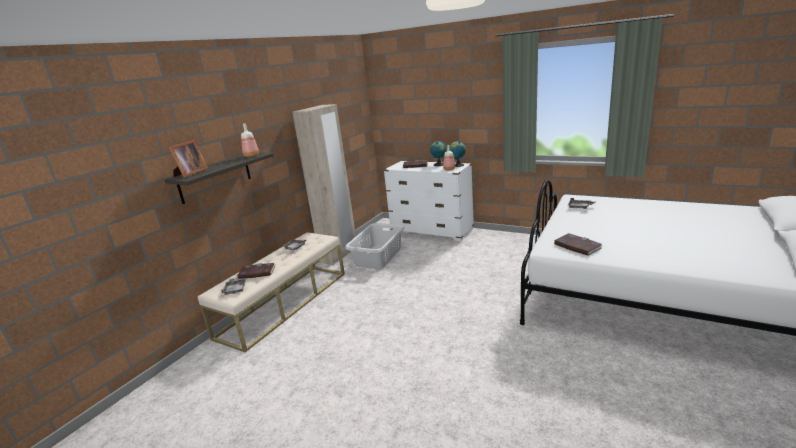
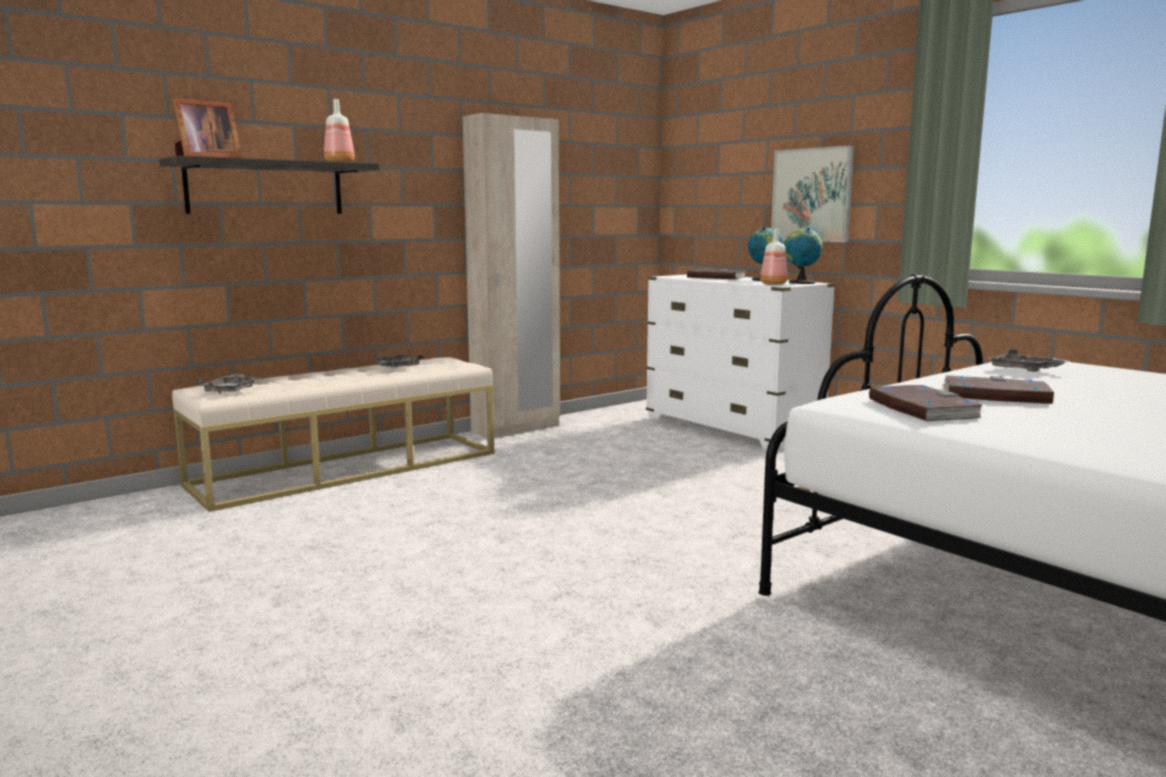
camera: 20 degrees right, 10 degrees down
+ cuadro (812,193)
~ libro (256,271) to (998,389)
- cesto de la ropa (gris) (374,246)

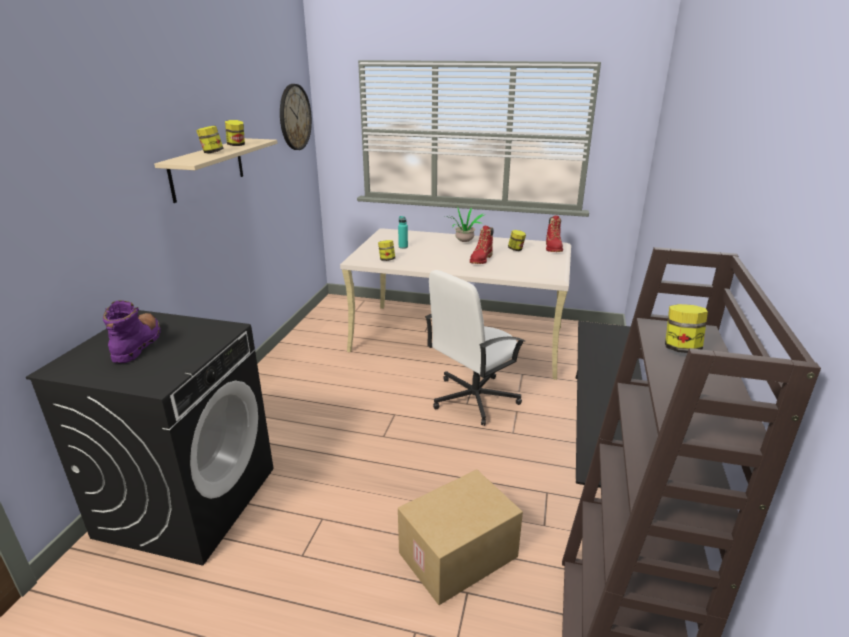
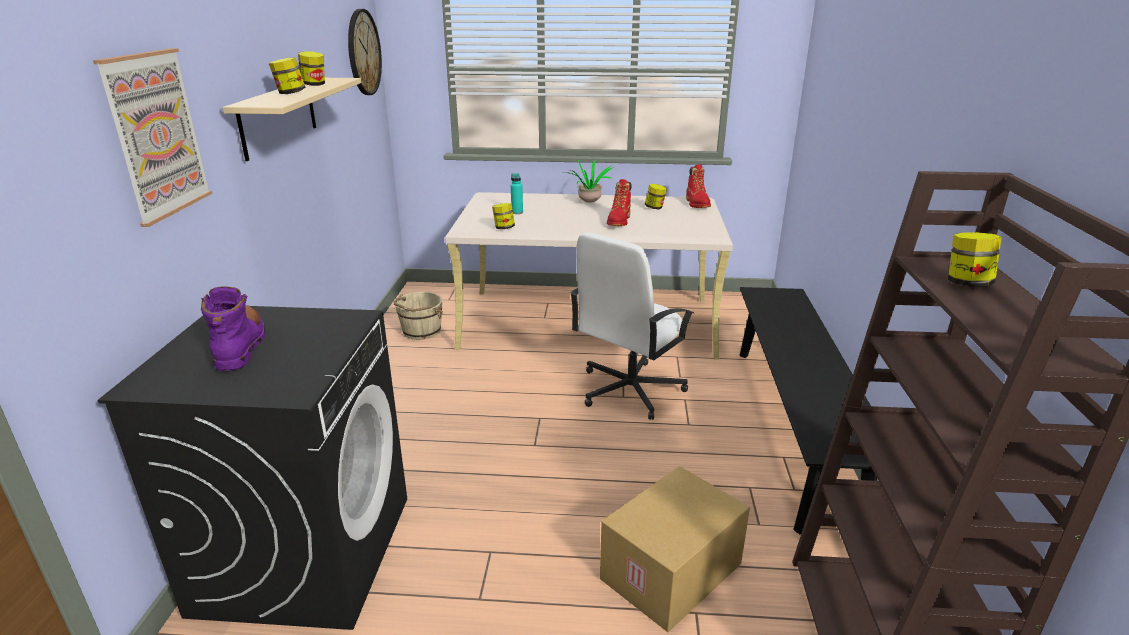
camera: 10 degrees left, 0 degrees up
+ cuadro (152,137)
+ cubo (beis) (418,316)

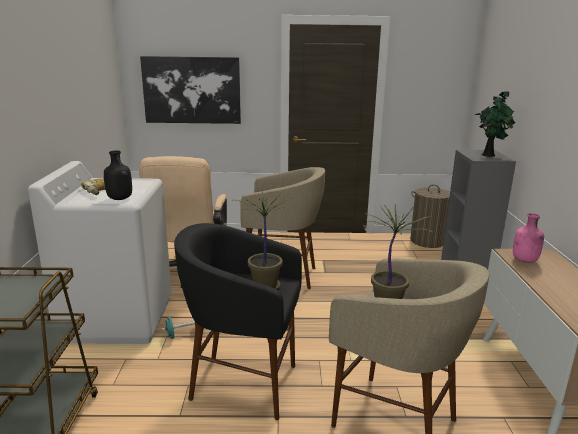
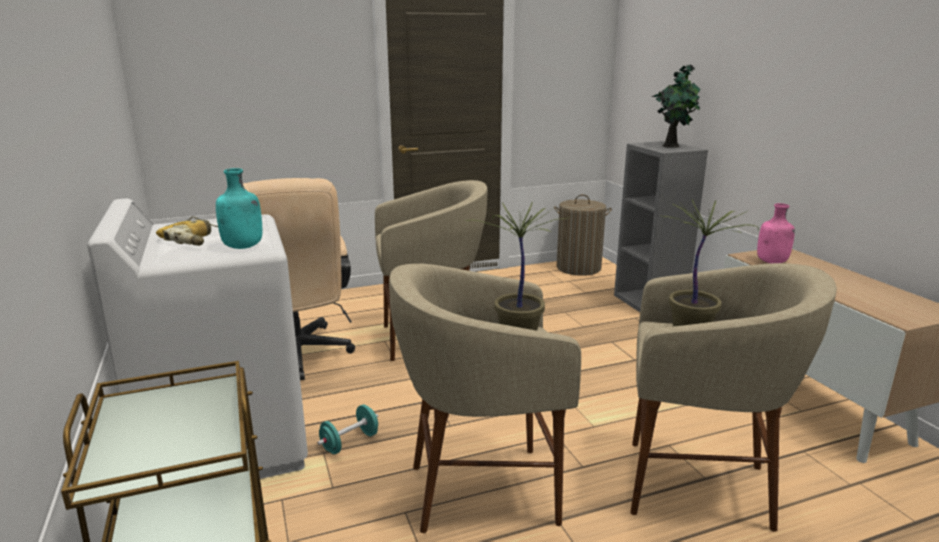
camera: 20 degrees left, 0 degrees up
~ botella (negro) (118,175) to botella (turquesa) (239,208)
~ taburete (negro) (238,321) to taburete (beis) (485,398)
- cuadro (190,90)

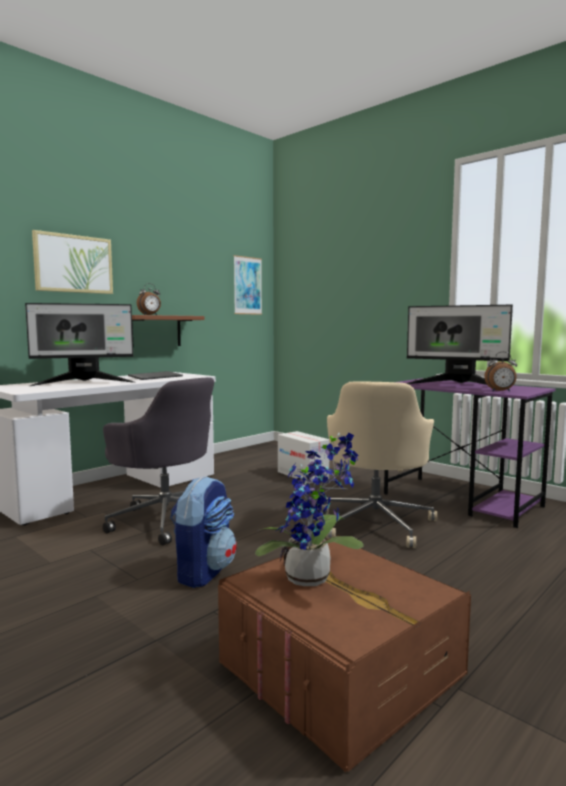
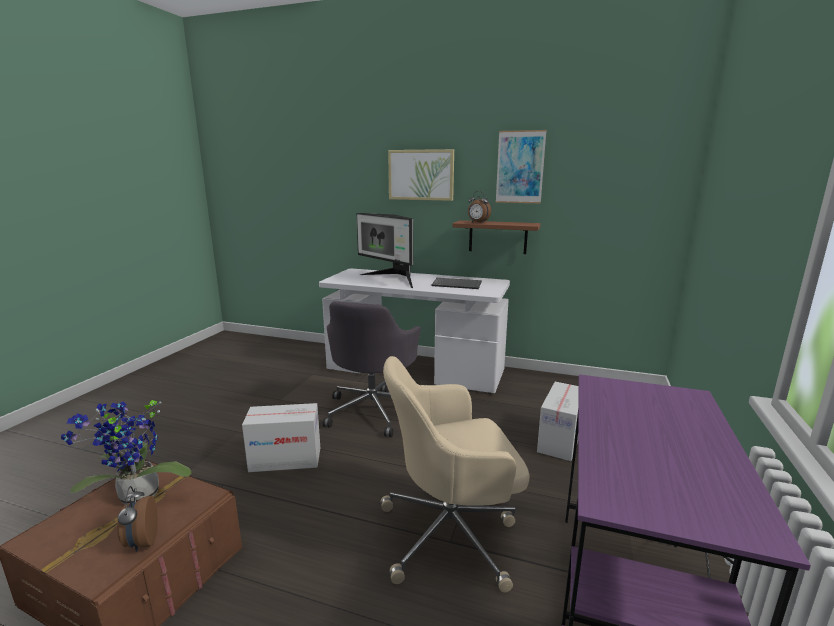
camera: 65 degrees right, 10 degrees up
~ despertador (500,372) to (137,519)
~ mochila (203,532) to caja de cartón (281,437)
~ cuadro (248,285) to (521,166)
- monitor (460,345)

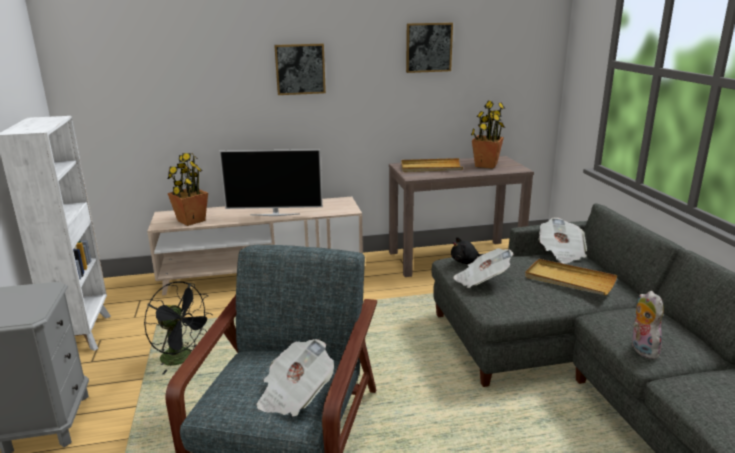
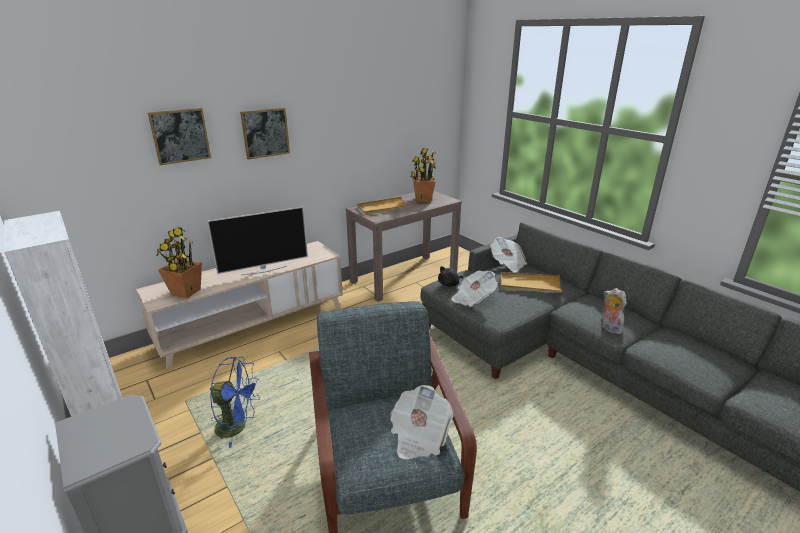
camera: 25 degrees left, 5 degrees up
~ cuadro (429,48) to (179,136)
~ ventilador (negro) (178,327) to ventilador (azul) (235,402)

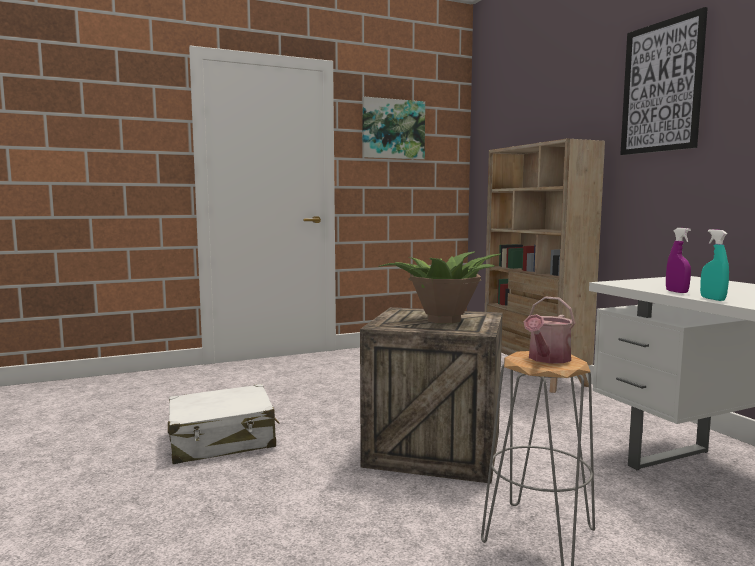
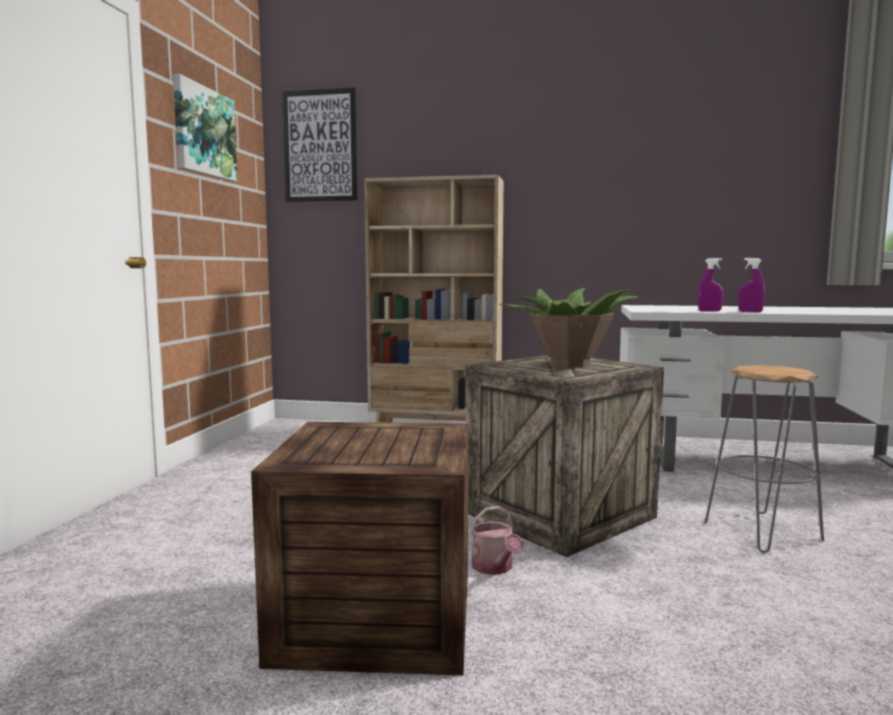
camera: 55 degrees left, 0 degrees up
~ maleta (blanco) (223,424) to caja de embalaje (359,548)
~ cuadro (664,81) to (319,145)
~ regadera (549,329) to (497,540)
~ pulverizador (turquesa) (714,265) to pulverizador (morado) (751,285)

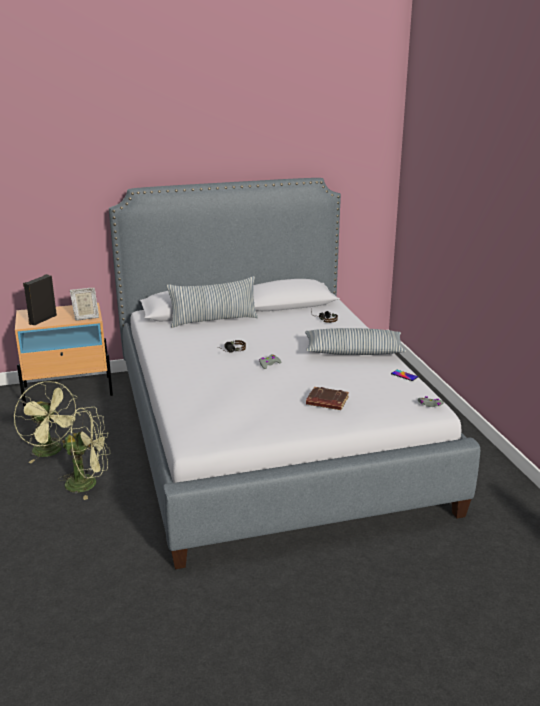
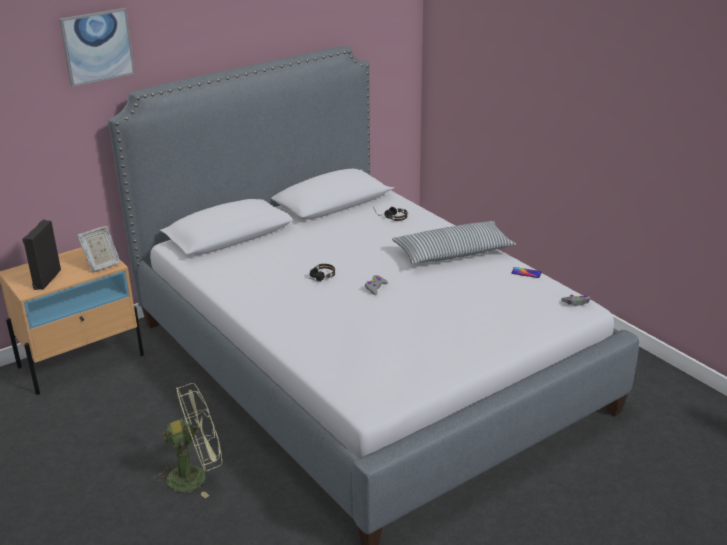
camera: 20 degrees left, 5 degrees up
+ cuadro (97,47)
- ventilador (verde) (47,422)
- cojín (212,302)
- libro (marrón) (327,398)

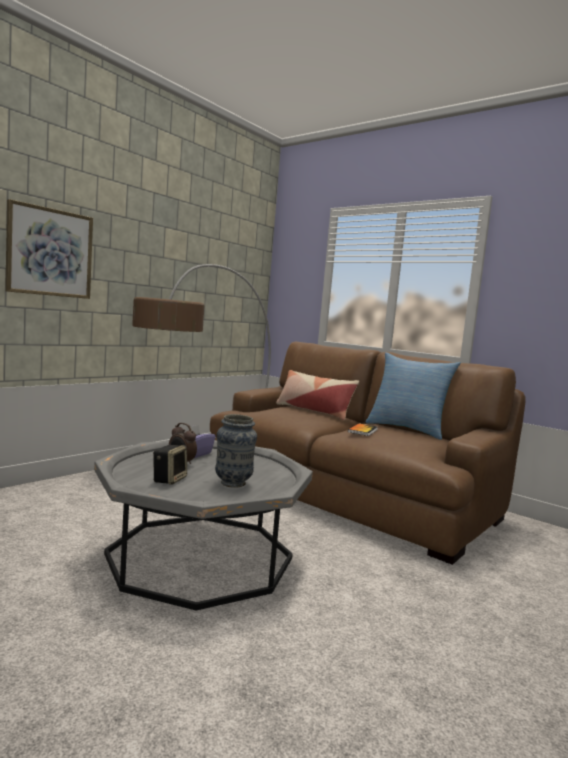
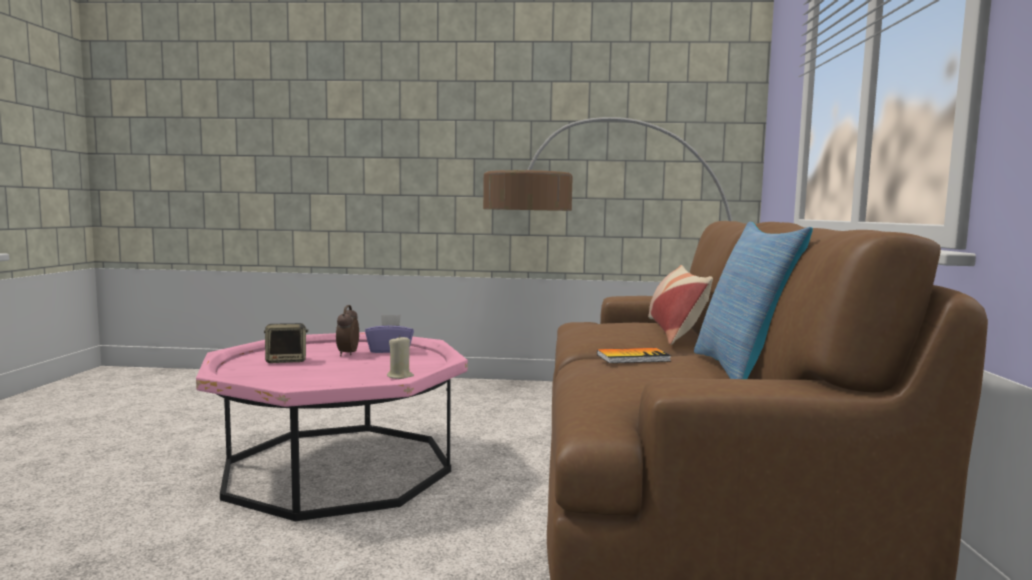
camera: 55 degrees right, 0 degrees up
~ mesa de centro (gris) (203,525) to mesa de centro (rosa) (332,426)
+ vela (beis) (400,357)
- cuadro (49,249)
- florero (236,451)

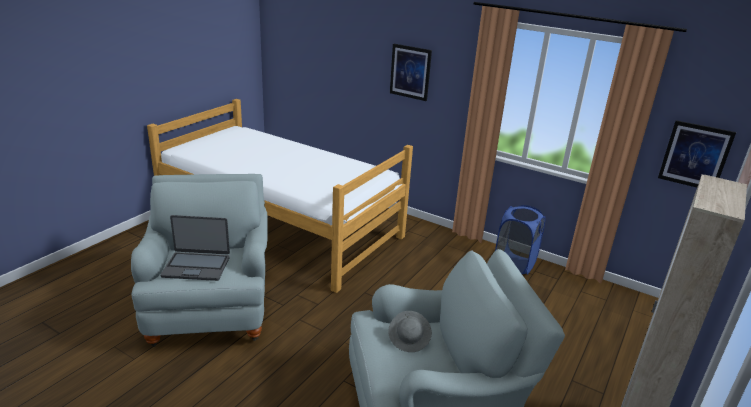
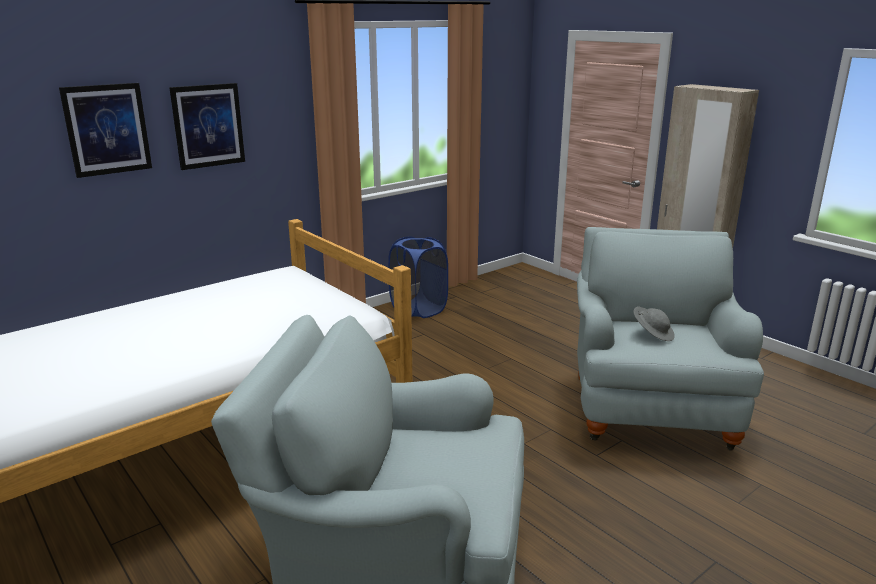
camera: 70 degrees left, 5 degrees down
~ cuadro (697,154) to (105,130)
- portátil (195,248)

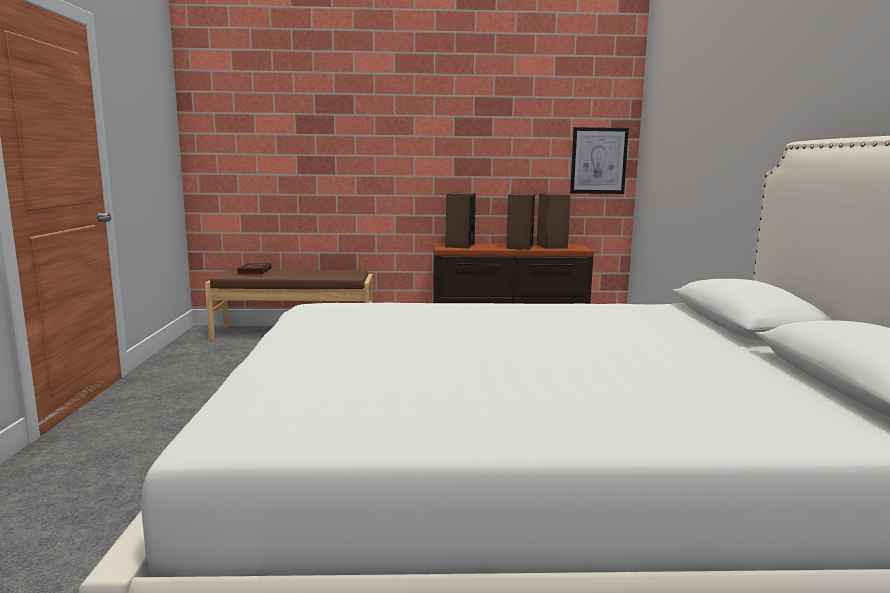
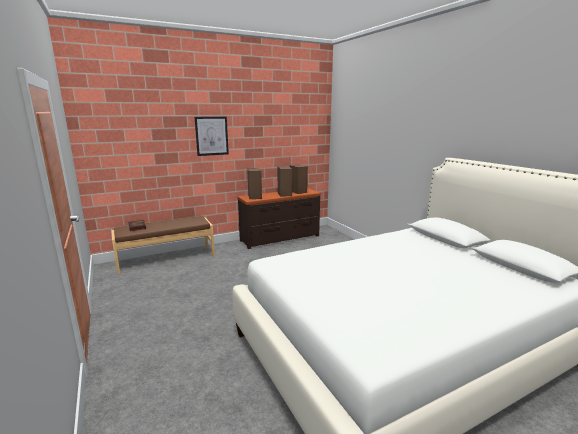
camera: 25 degrees left, 5 degrees up
~ cuadro (599,160) to (212,136)

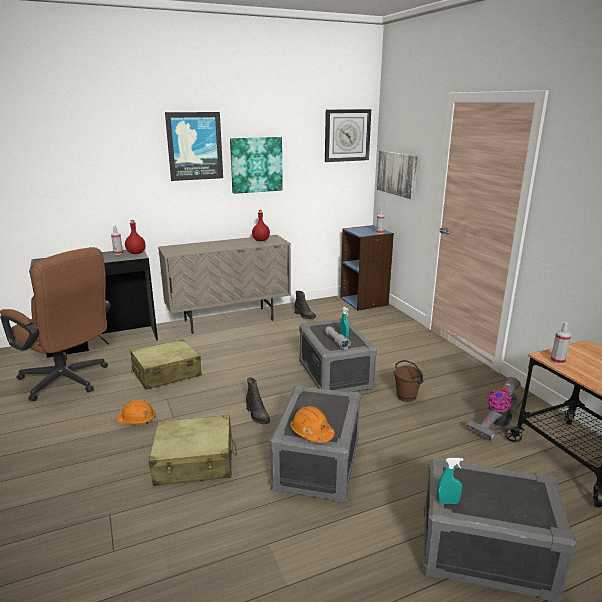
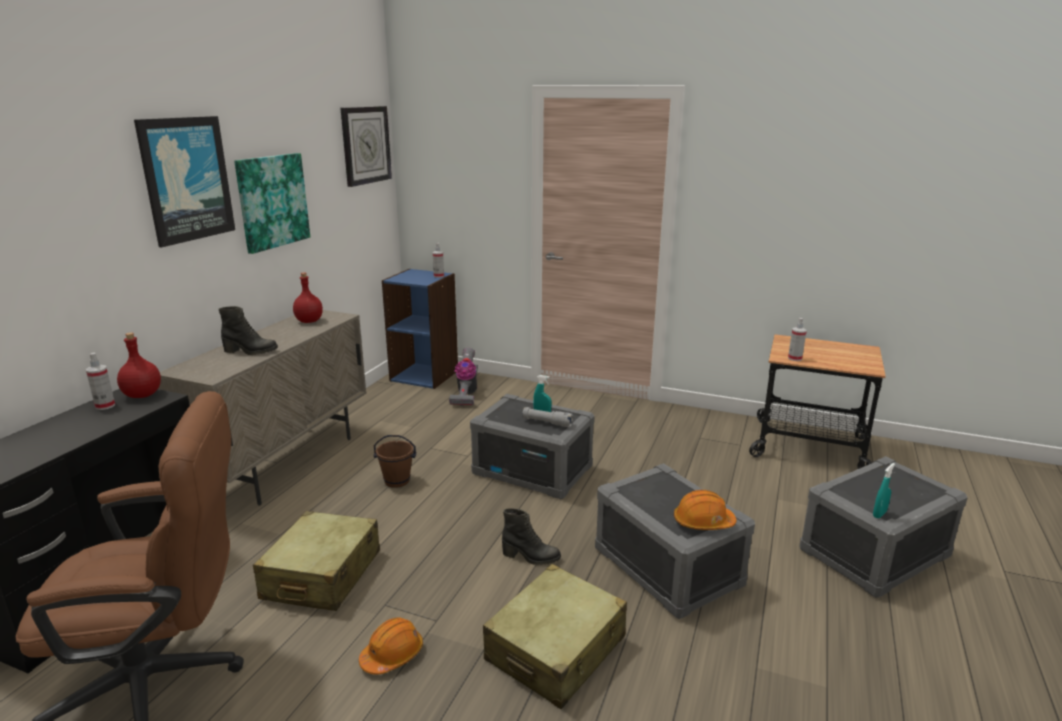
camera: 45 degrees left, 0 degrees up
~ bota (negro) (305,305) to (248,330)
~ cubo (marrón) (408,381) to (395,461)
~ aspiradora (495,409) to (463,377)
- cuadro (397,175)

